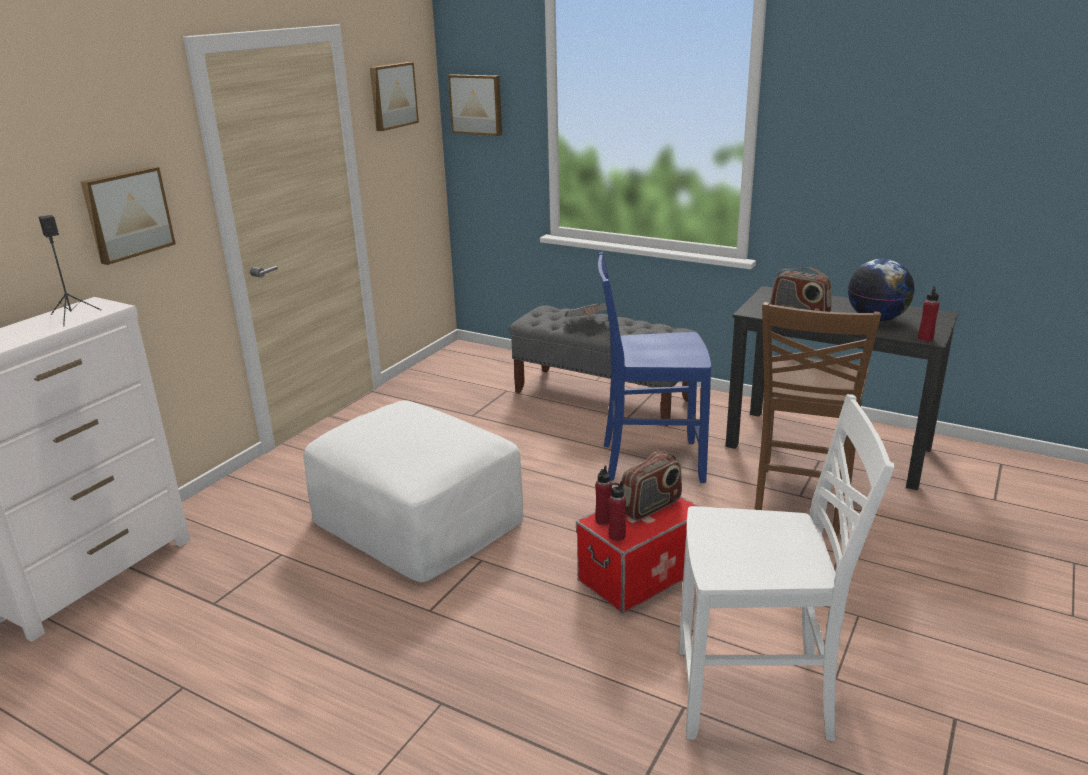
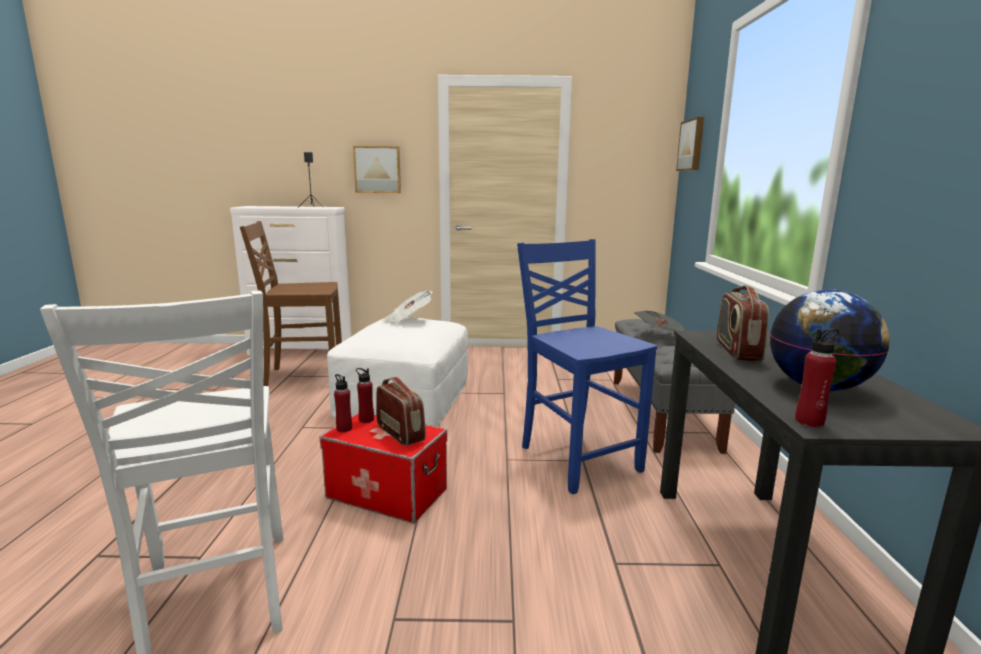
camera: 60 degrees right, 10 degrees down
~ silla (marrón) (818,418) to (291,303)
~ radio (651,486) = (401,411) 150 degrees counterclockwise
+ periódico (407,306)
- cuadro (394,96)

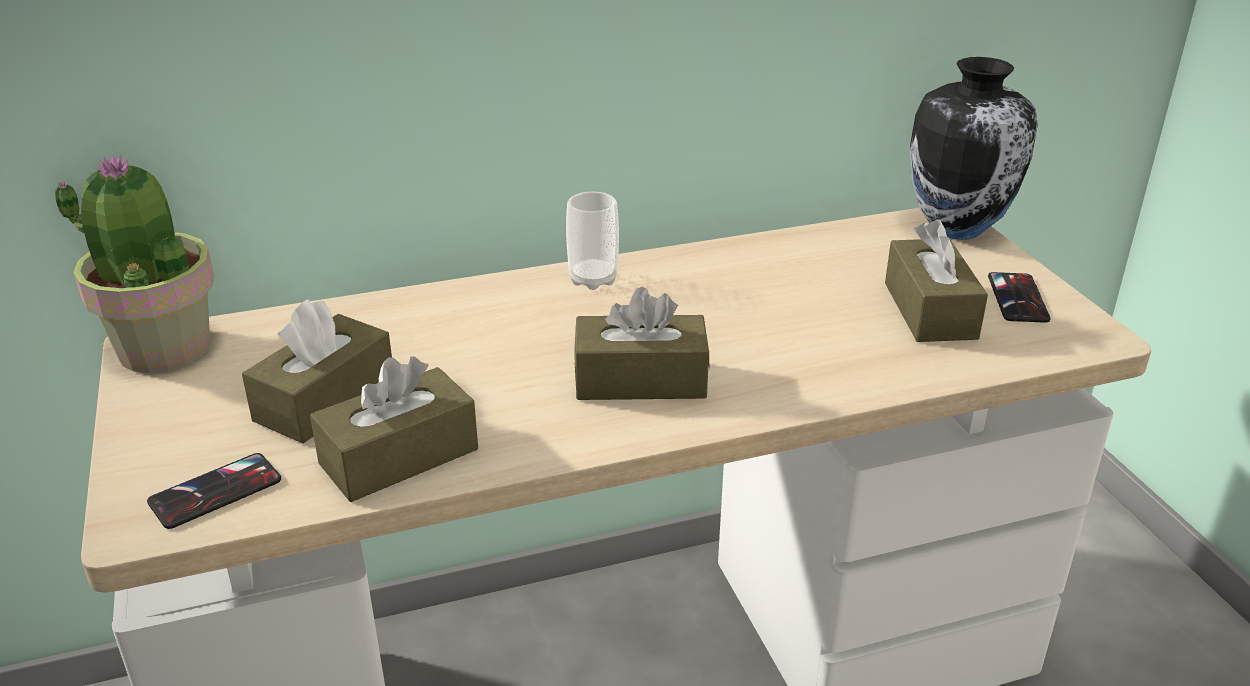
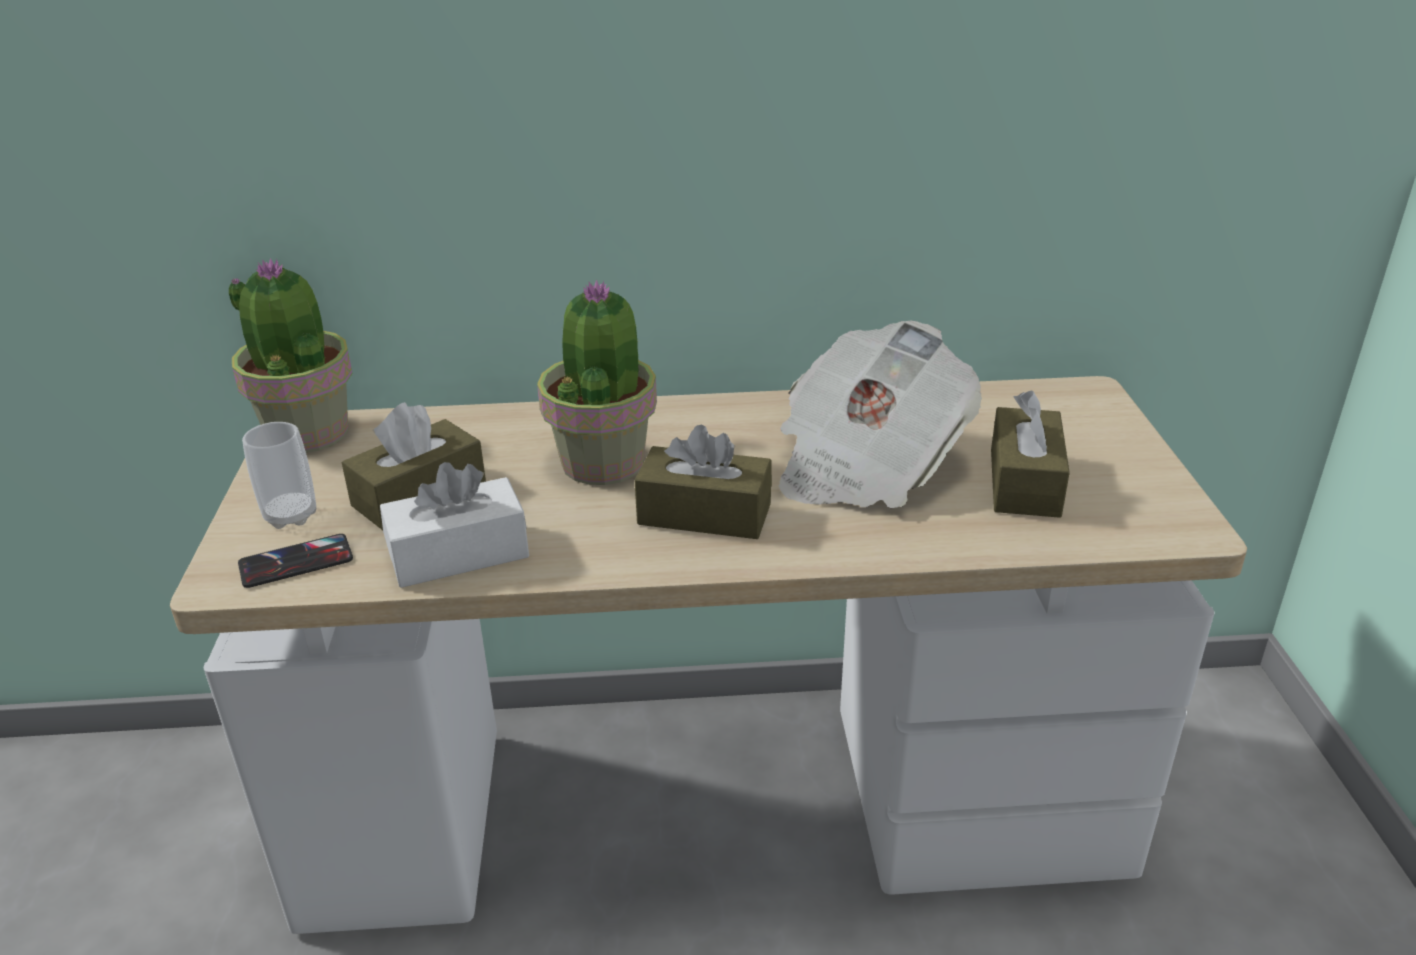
camera: 15 degrees right, 0 degrees up
~ taza (592,240) to (279,475)
~ caja de pañuelos (marrón) (394,429) to caja de pañuelos (blanco) (454,525)
+ planta en maceta (597,382)
+ periódico (880,415)
- florero (974,148)
- móvil (1019,297)

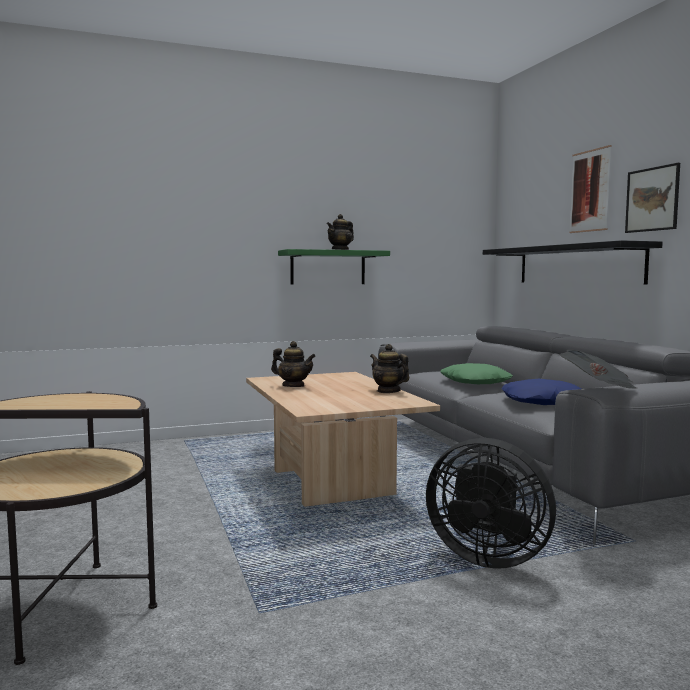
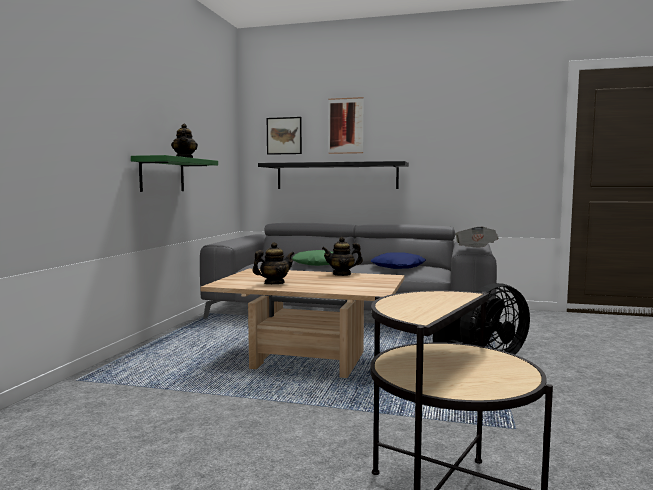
camera: 55 degrees left, 0 degrees up
~ cuadro (652,198) to (284,136)

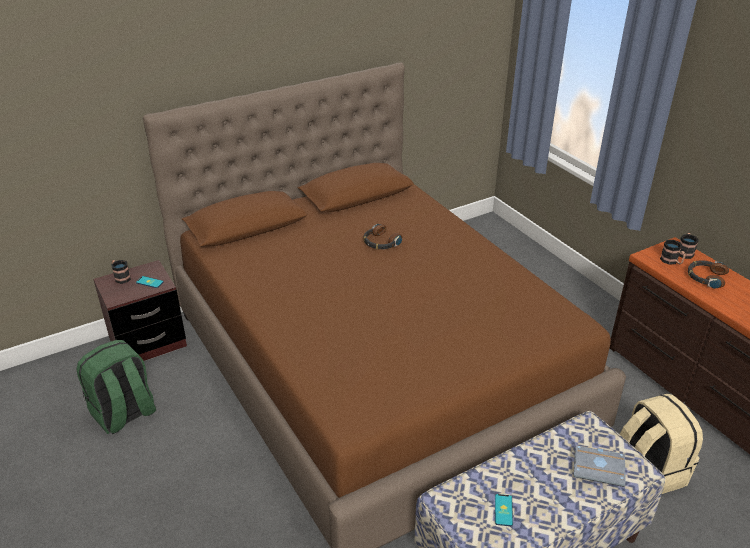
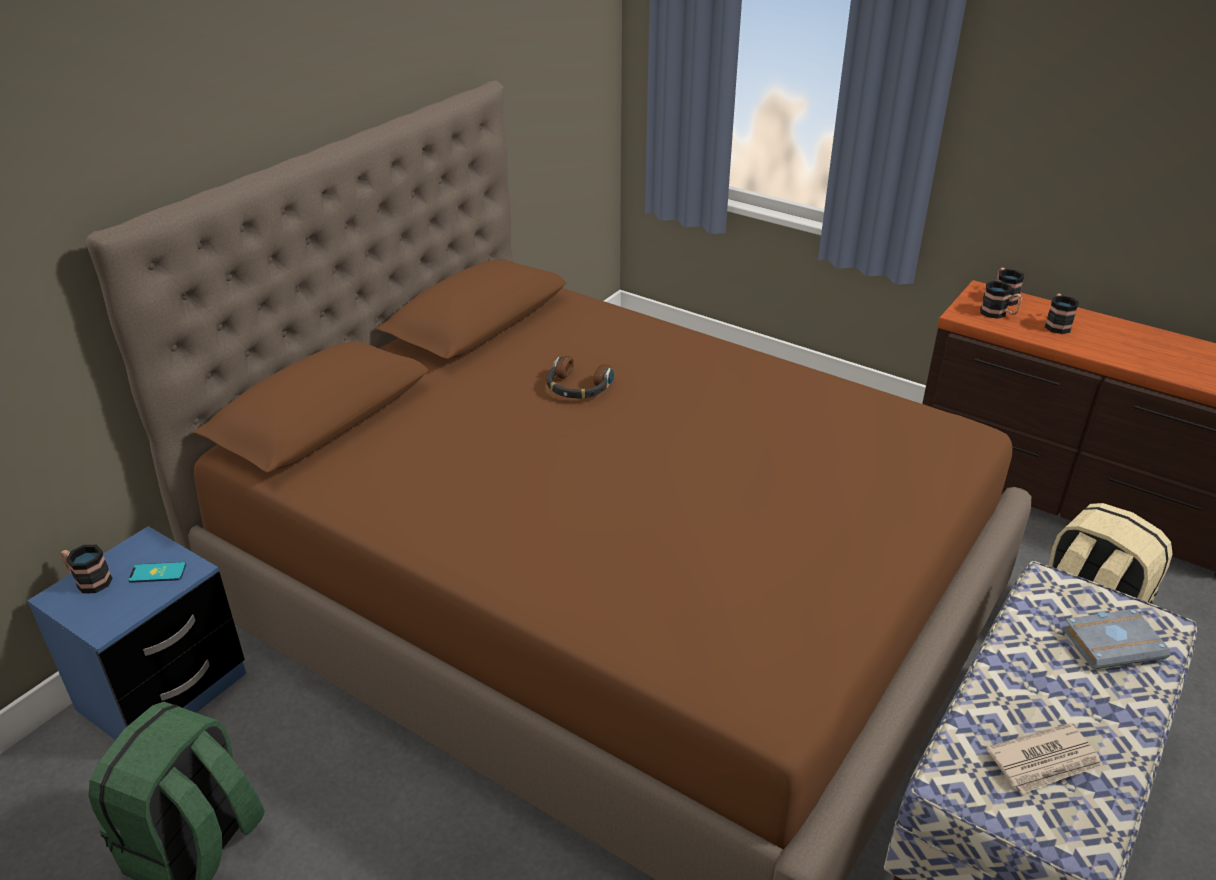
camera: 25 degrees left, 0 degrees up
~ mesita de noche (marrón) (140,310) to mesita de noche (azul) (136,633)
~ móvil (504,510) to periódico (1044,758)
~ auriculares (708,274) to taza grande (1062,313)

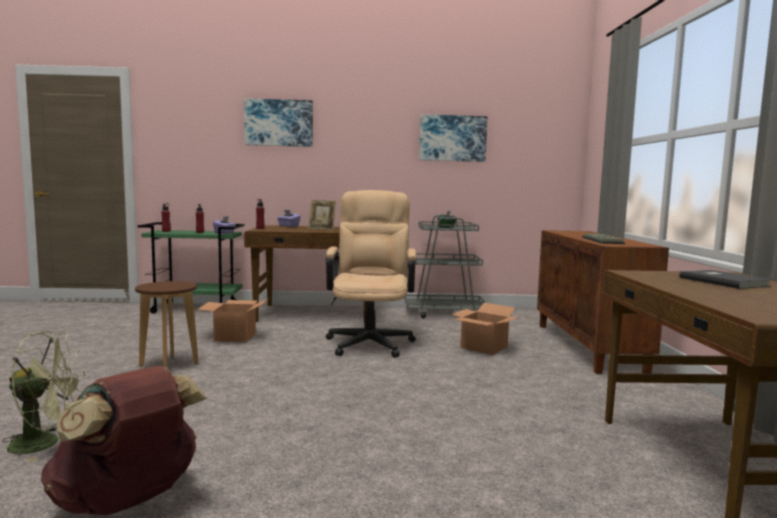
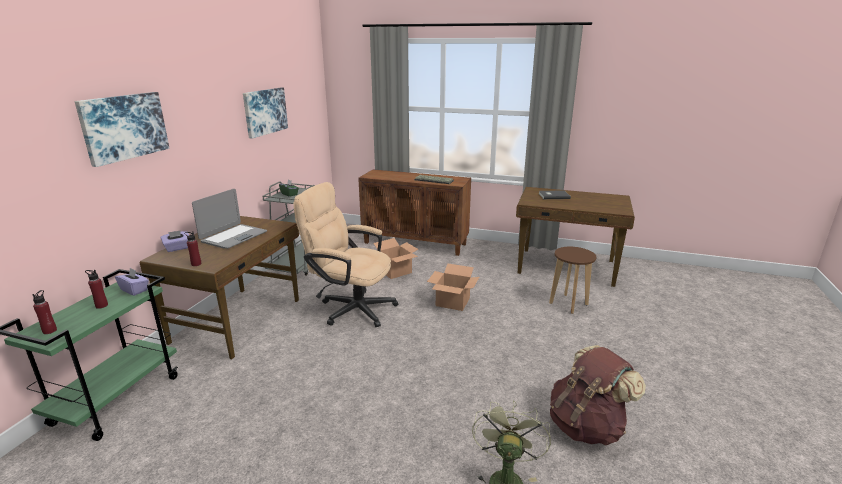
camera: 70 degrees left, 15 degrees up
~ portarretratos (322,215) to portátil (229,219)
~ caja de cartón (233,320) to (453,287)
~ taburete (marrón) (167,324) to (572,280)

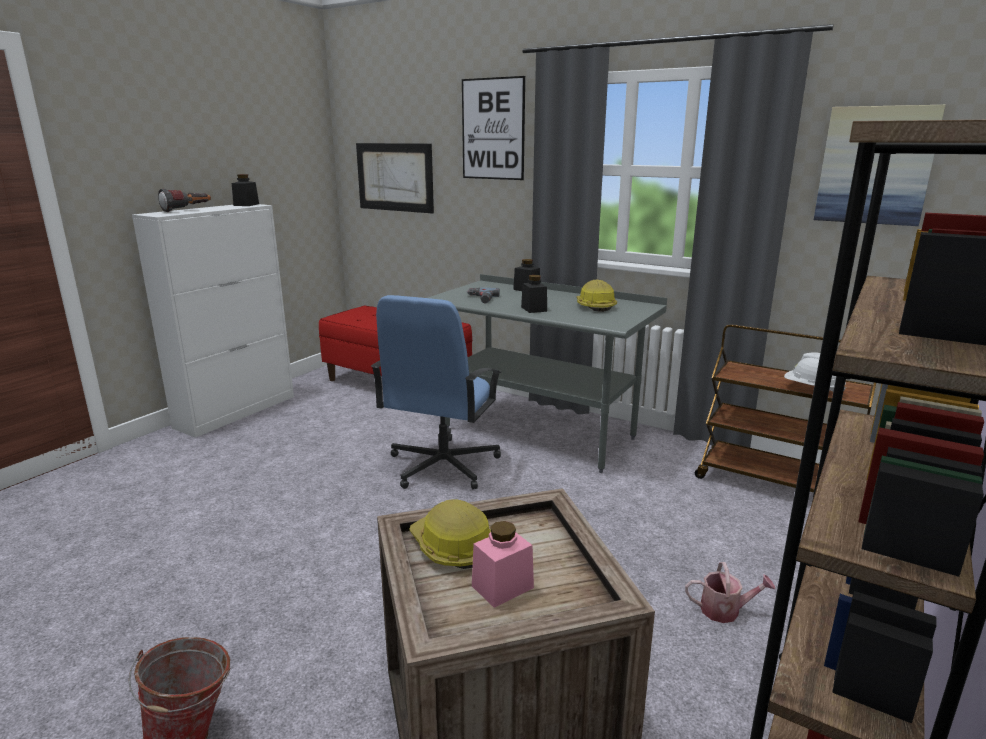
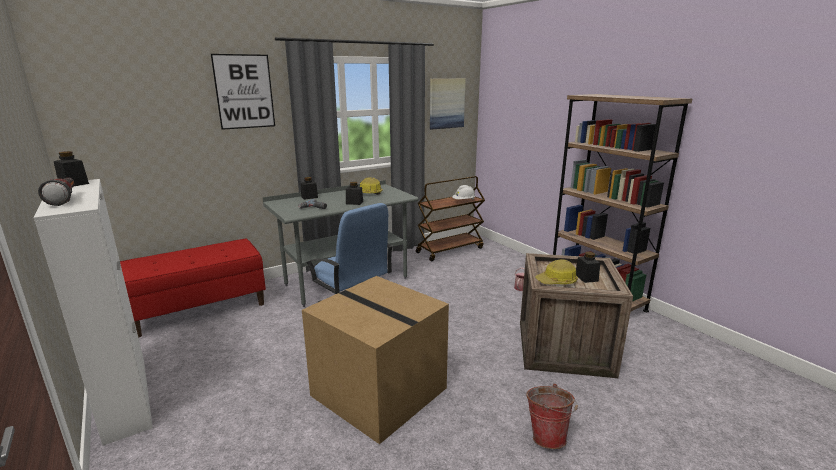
camera: 65 degrees left, 0 degrees up
+ caja de cartón (375,360)
~ tarro (rosa) (503,564) to tarro (negro) (588,267)
- cuadro (395,178)

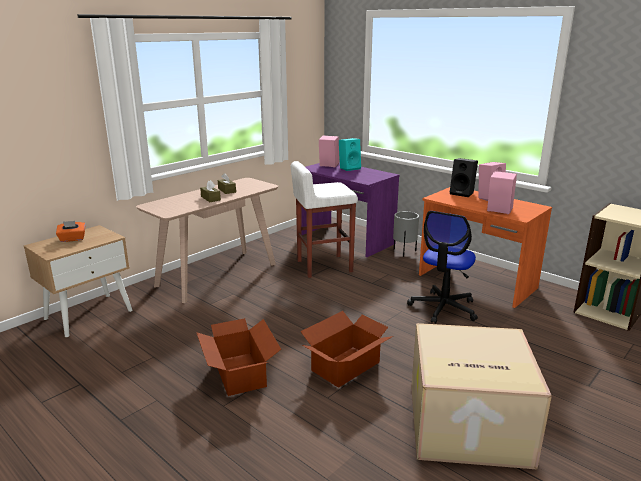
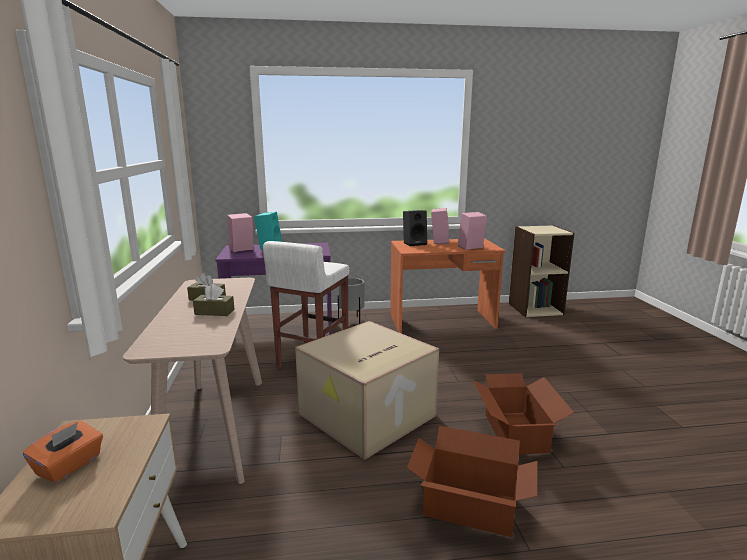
camera: 50 degrees left, 5 degrees down
~ caja de cartón (481,396) to (367,390)
- silla de oficina (442,267)

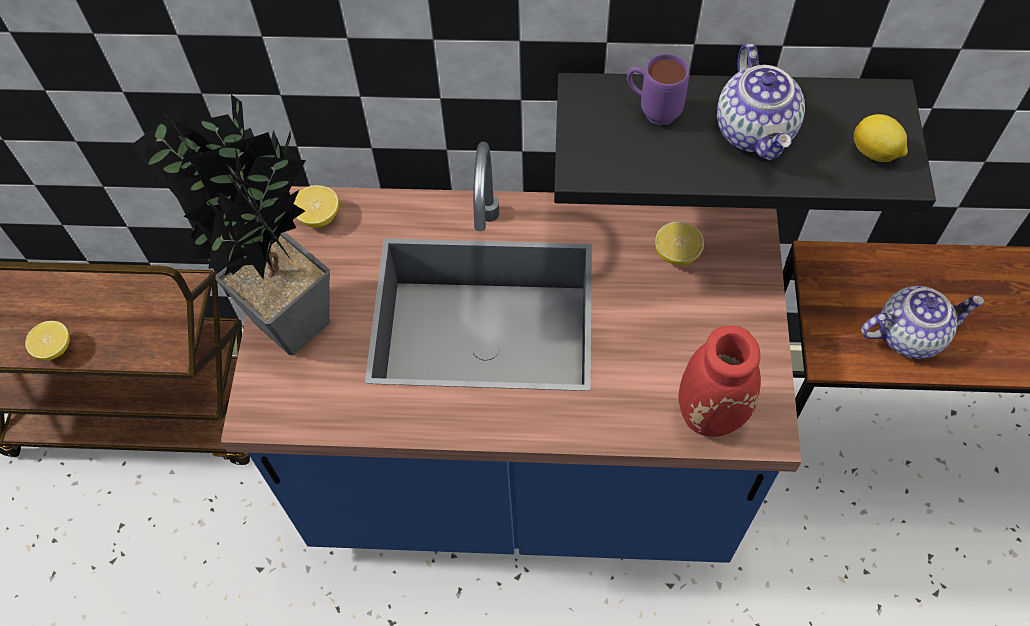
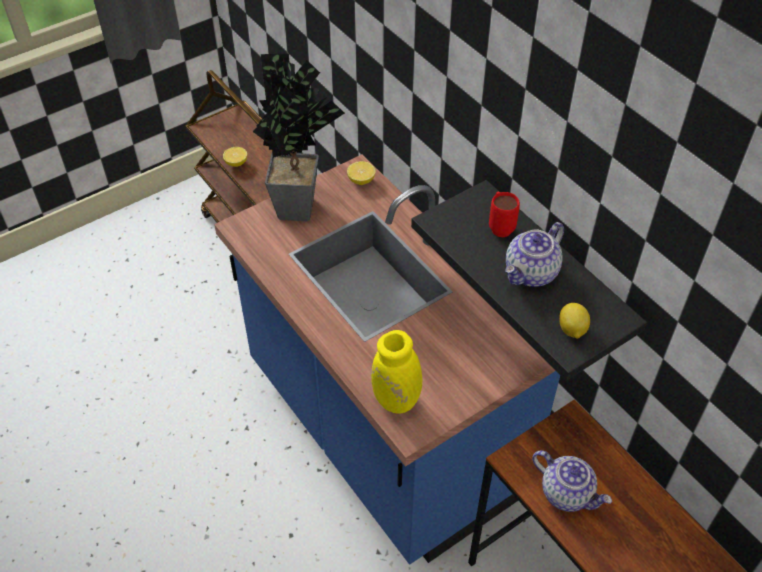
camera: 50 degrees right, 10 degrees down
~ florero (rojo) (729,341) to florero (amarillo) (423,369)
~ taza grande (morado) (658,89) to taza grande (rojo) (504,214)
- limón (679,243)

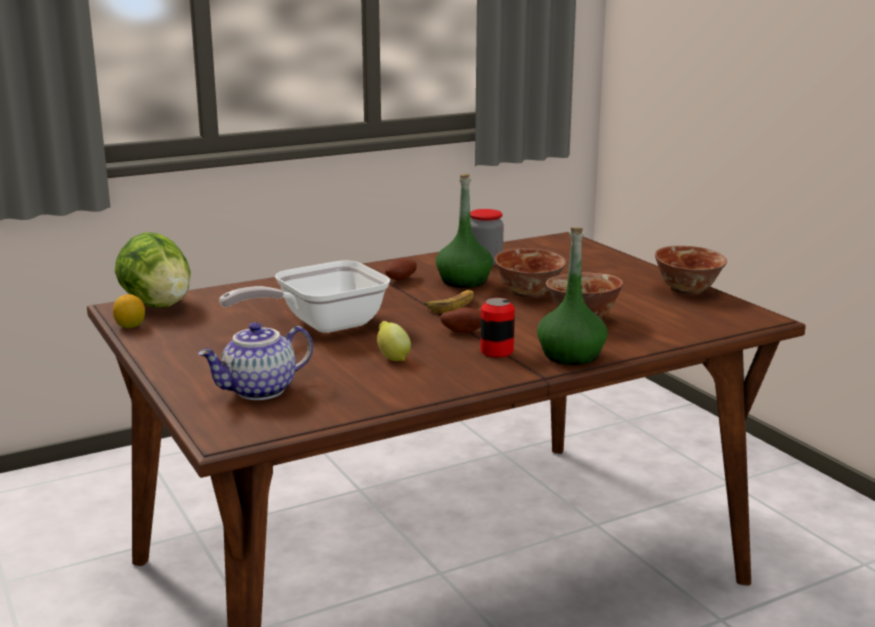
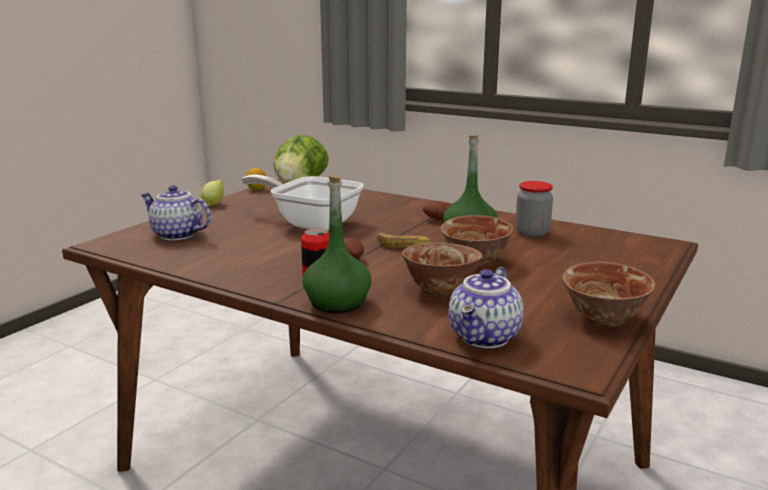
camera: 60 degrees right, 0 degrees up
~ limón (394,341) to (212,193)
+ tetera (486,307)

